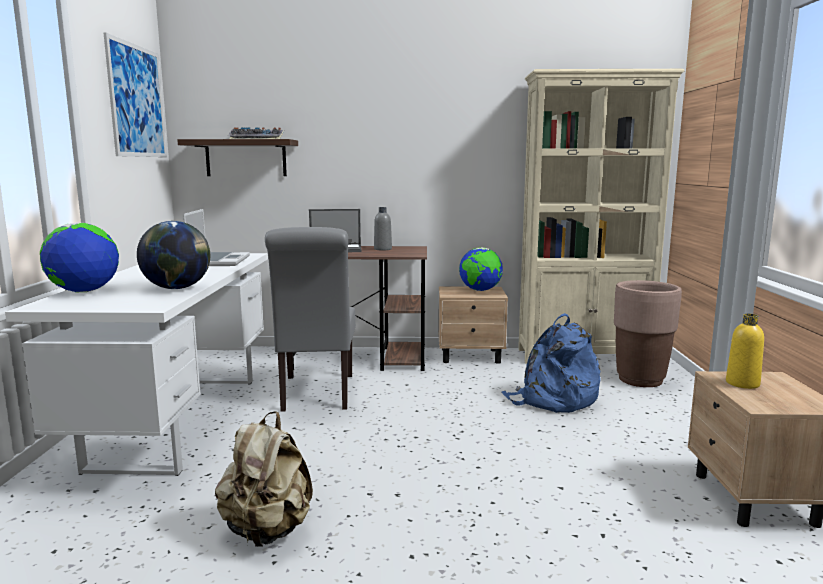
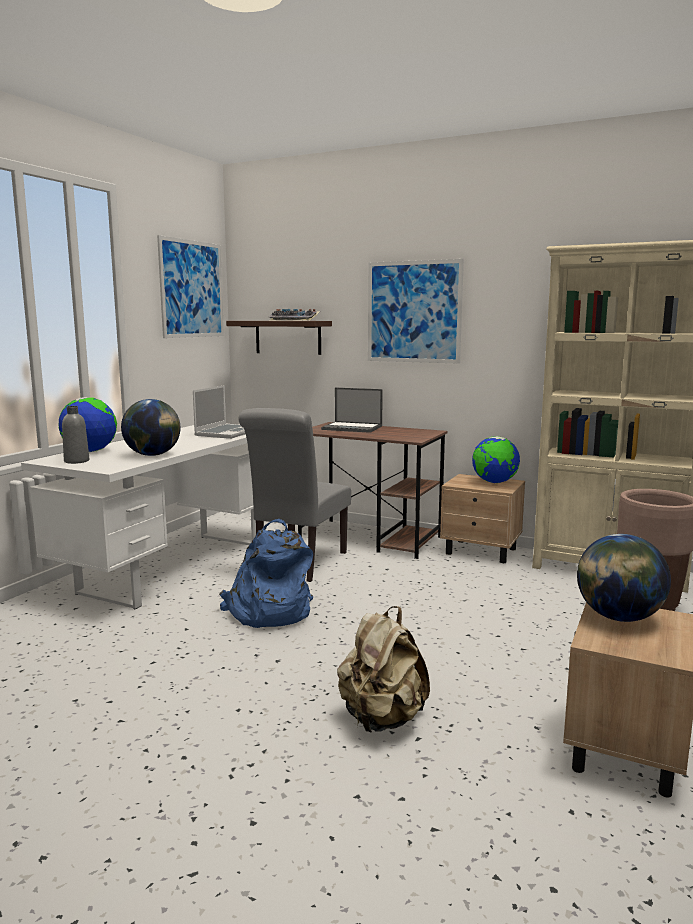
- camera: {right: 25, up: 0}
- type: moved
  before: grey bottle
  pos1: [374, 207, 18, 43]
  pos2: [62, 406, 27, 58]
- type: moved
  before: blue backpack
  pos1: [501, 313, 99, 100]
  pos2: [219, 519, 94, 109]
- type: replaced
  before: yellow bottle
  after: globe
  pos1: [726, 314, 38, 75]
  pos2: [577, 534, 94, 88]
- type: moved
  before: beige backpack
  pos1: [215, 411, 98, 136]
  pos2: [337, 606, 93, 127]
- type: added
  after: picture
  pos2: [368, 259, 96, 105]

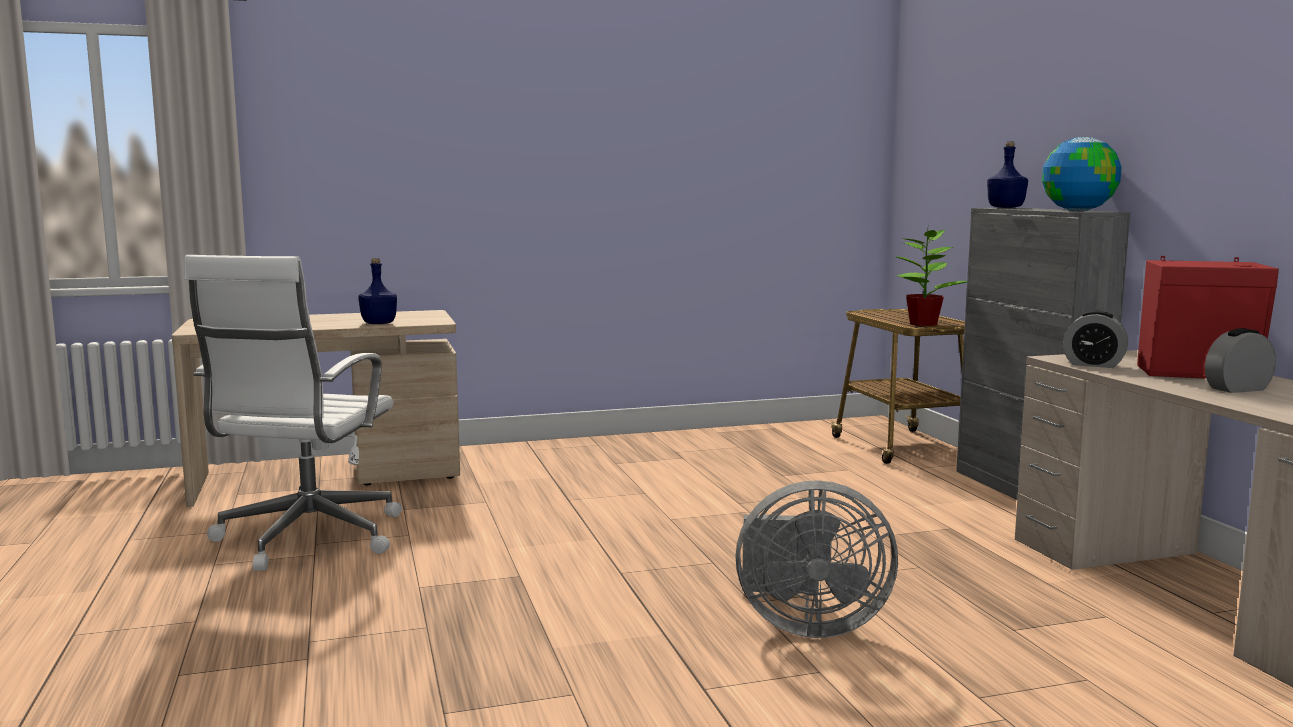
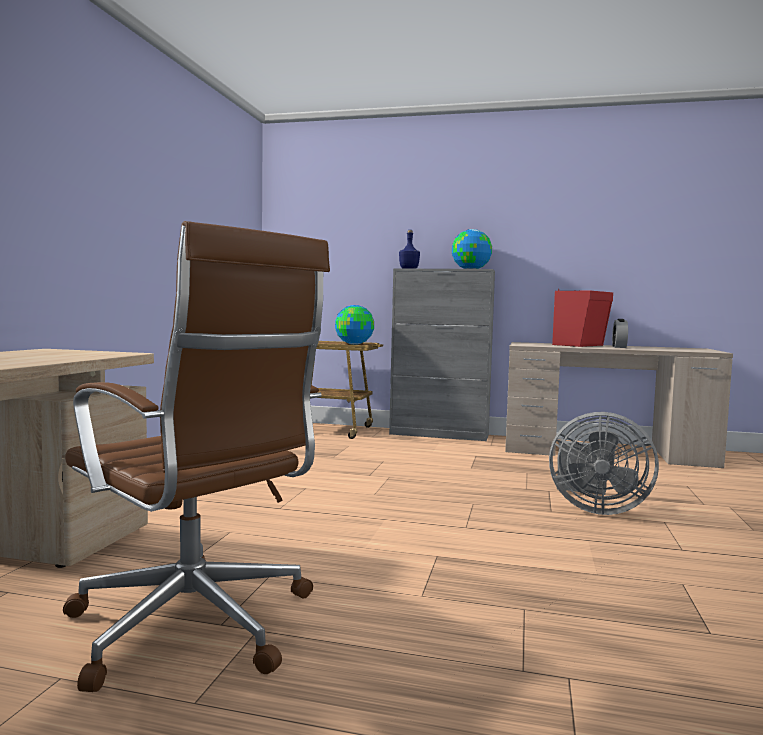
- camera: {right: -60, up: -5}
- type: replaced
  before: potted plant
  after: globe
  pos1: [896, 224, 71, 102]
  pos2: [335, 305, 39, 39]
- type: recoloured
  before: white office chair
  after: brown office chair
  pos1: [184, 255, 218, 316]
  pos2: [63, 221, 267, 471]
- type: removed
  before: blue bottle
  pos1: [358, 258, 39, 66]
- type: removed
  before: alarm clock
  pos1: [1063, 311, 65, 57]
- type: turned
  before: grey fan
  pos1: [735, 480, 163, 158]
  pos2: [549, 412, 110, 103]
  turn: 75

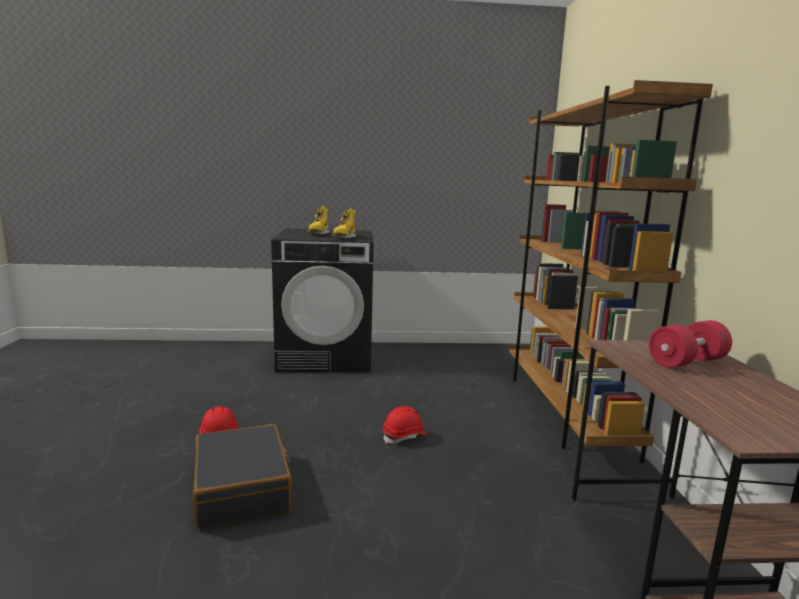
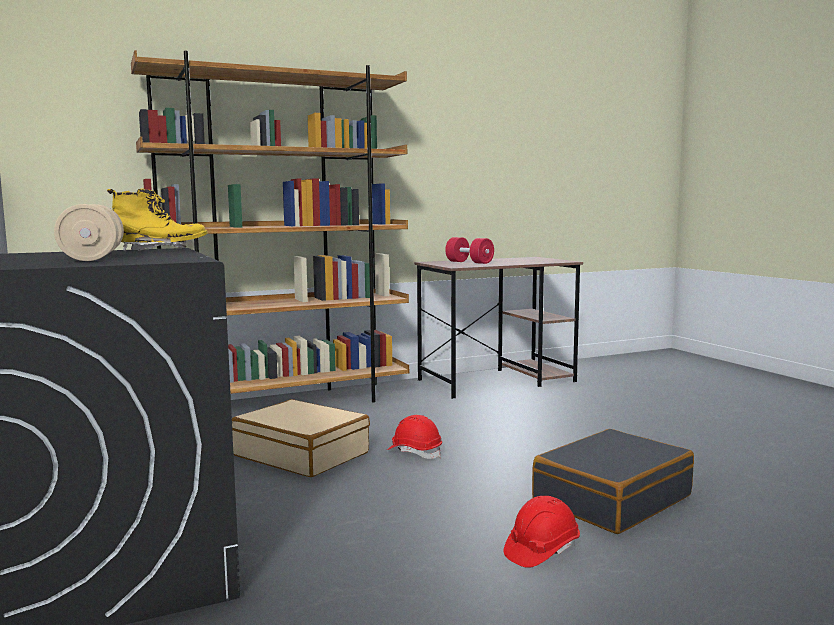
- camera: {right: -110, up: -5}
- type: replaced
  before: yellow boot
  after: beige dumbbell
  pos1: [307, 206, 22, 28]
  pos2: [54, 204, 70, 57]
- type: added
  after: beige suitcase
  pos2: [232, 399, 138, 78]

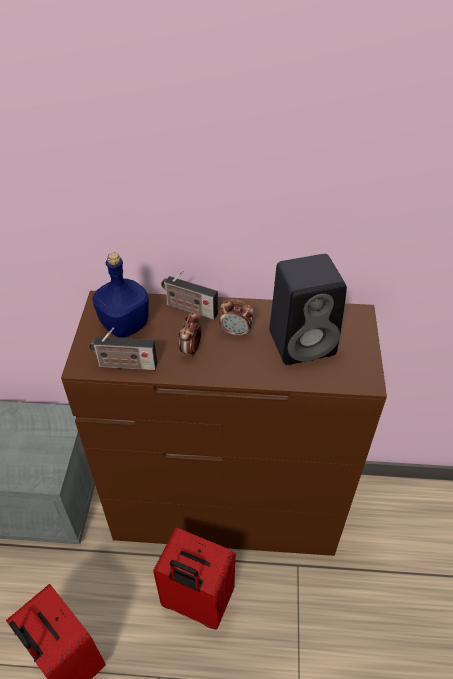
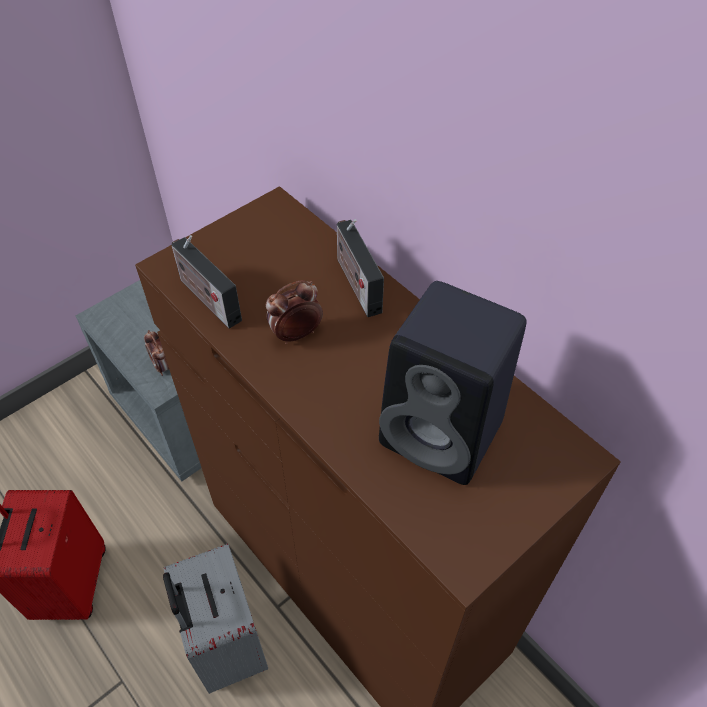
- camera: {right: 45, up: 5}
- type: removed
  before: blue bottle
  pos1: [92, 252, 57, 86]
- type: moved
  before: alarm clock
  pos1: [219, 299, 35, 39]
  pos2: [144, 330, 25, 46]
- type: recoloured
  before: red suitcase
  after: grey suitcase
  pos1: [153, 528, 82, 102]
  pos2: [163, 544, 105, 150]

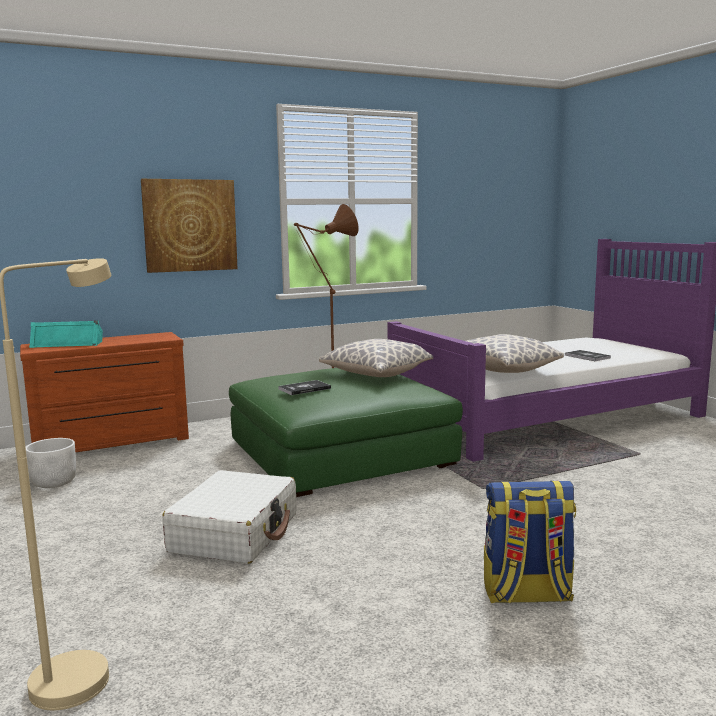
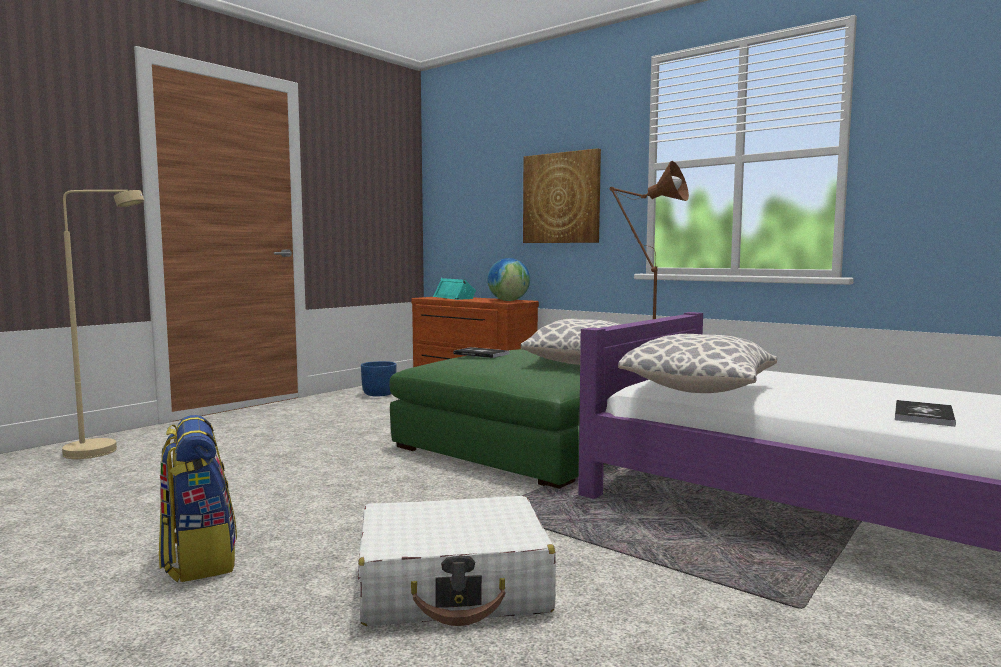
- camera: {right: 65, up: -5}
- type: recoloured
  before: white planter
  after: blue planter
  pos1: [26, 438, 50, 50]
  pos2: [361, 361, 36, 35]
- type: moved
  before: white suitcase
  pos1: [162, 470, 135, 94]
  pos2: [358, 496, 198, 130]
- type: added
  after: globe
  pos2: [487, 258, 43, 43]

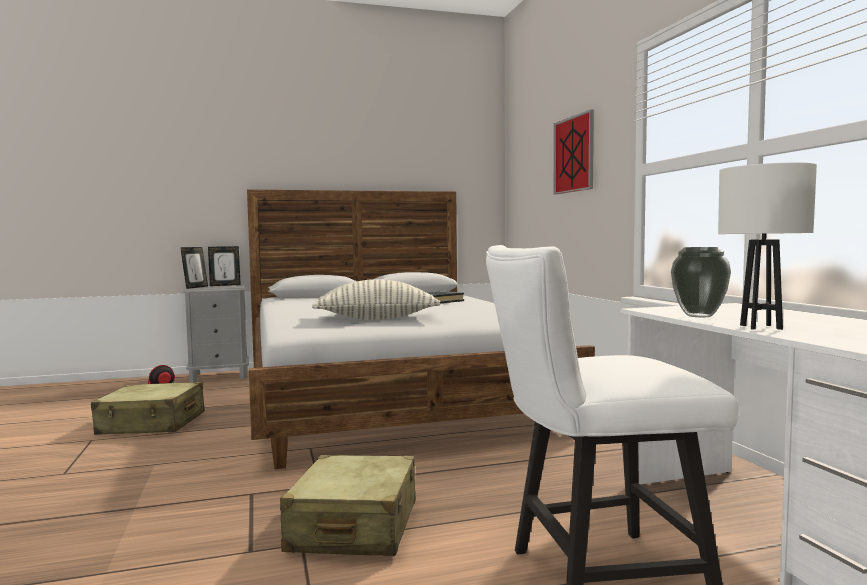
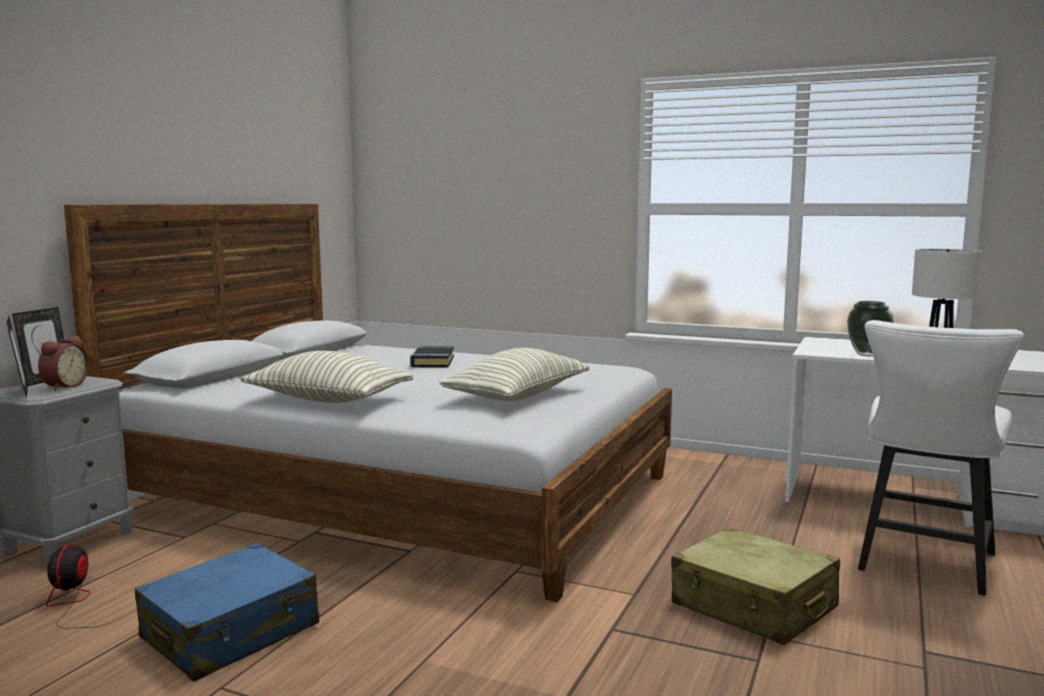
- camera: {right: -50, up: 5}
- type: removed
  before: picture
  pos1: [553, 109, 41, 85]
- type: recoloured
  before: beige suitcase
  after: blue suitcase
  pos1: [91, 382, 114, 53]
  pos2: [134, 543, 185, 139]
- type: added
  after: alarm clock
  pos2: [38, 335, 51, 56]
- type: added
  after: pillow
  pos2: [240, 351, 173, 52]

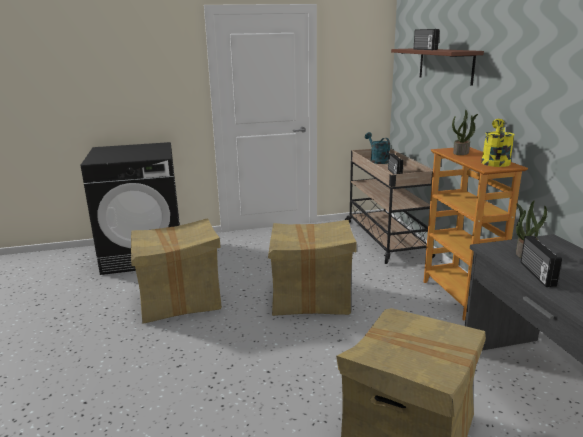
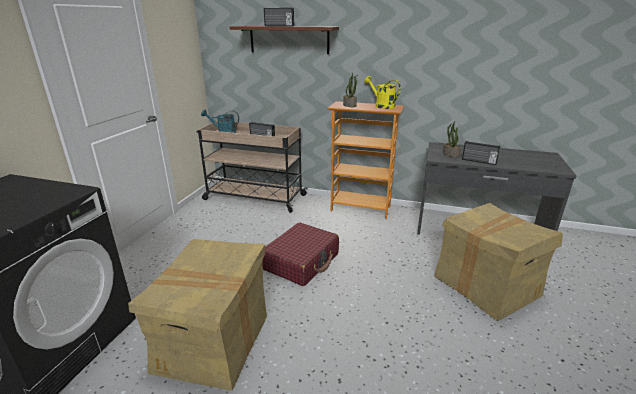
- camera: {right: -60, up: 5}
- type: replaced
  before: cardboard box
  after: red suitcase
  pos1: [268, 220, 88, 96]
  pos2: [262, 222, 77, 64]

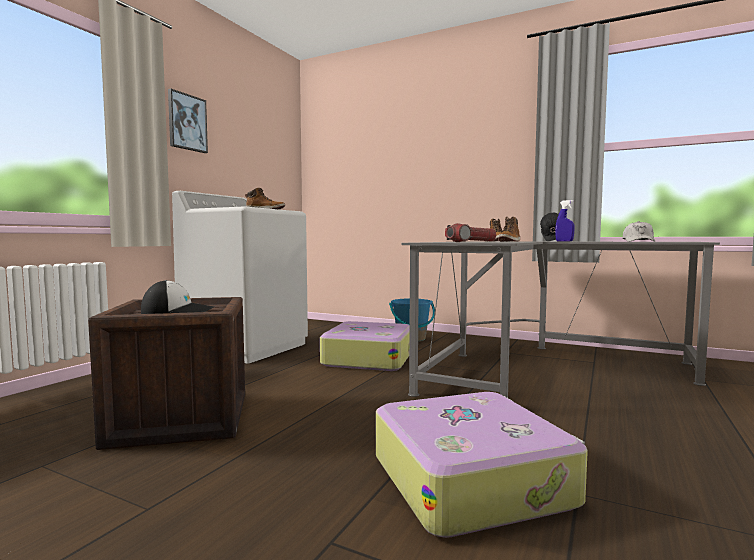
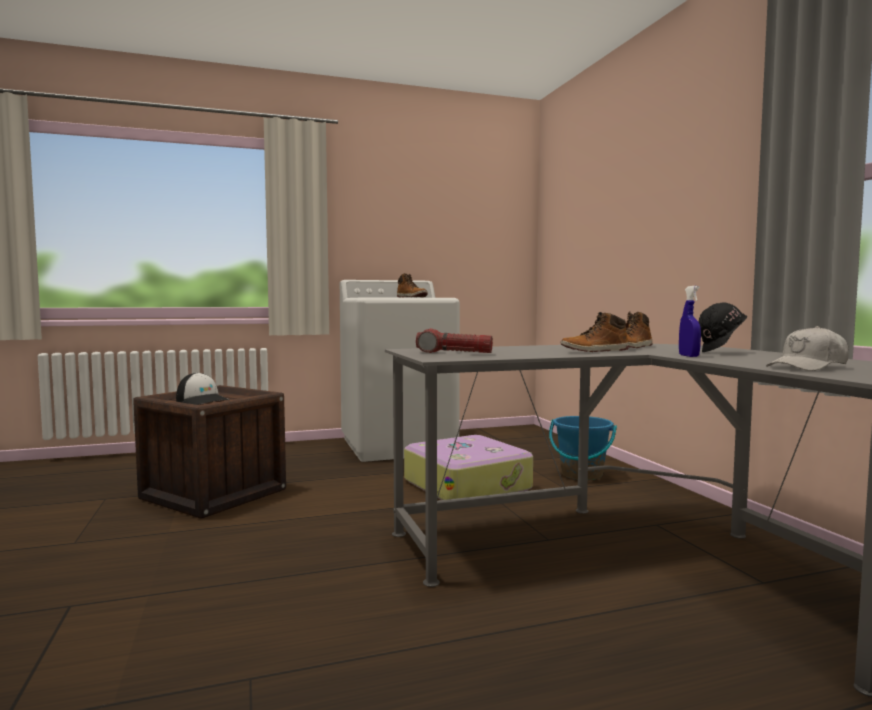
- camera: {right: 45, up: 0}
- type: removed
  before: picture
  pos1: [168, 88, 40, 65]
- type: removed
  before: suitcase
  pos1: [376, 392, 212, 146]

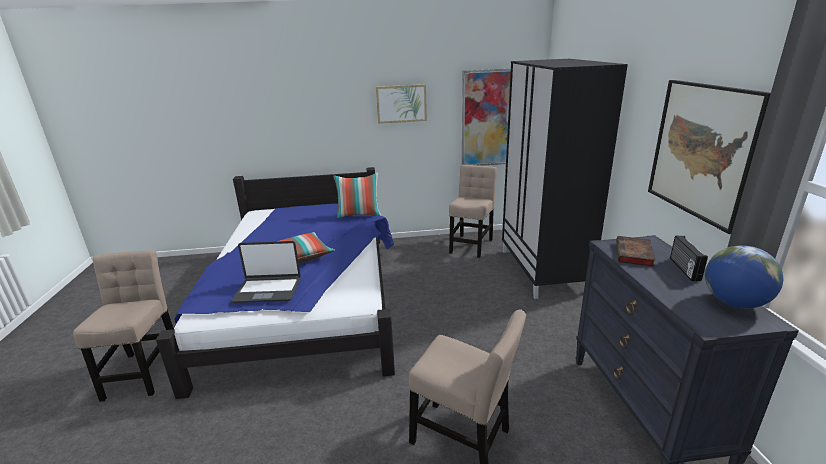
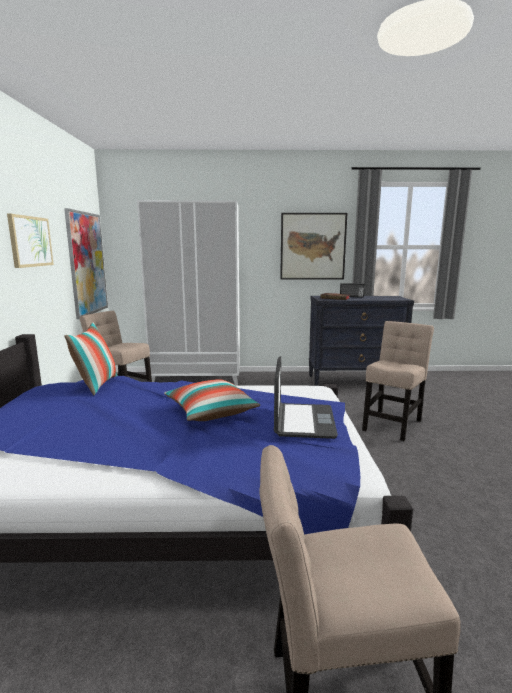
- camera: {right: -85, up: -10}
- type: recoloured
  before: black wardrobe
  after: white wardrobe
  pos1: [502, 59, 126, 240]
  pos2: [137, 200, 103, 186]
- type: removed
  before: globe
  pos1: [705, 245, 78, 63]

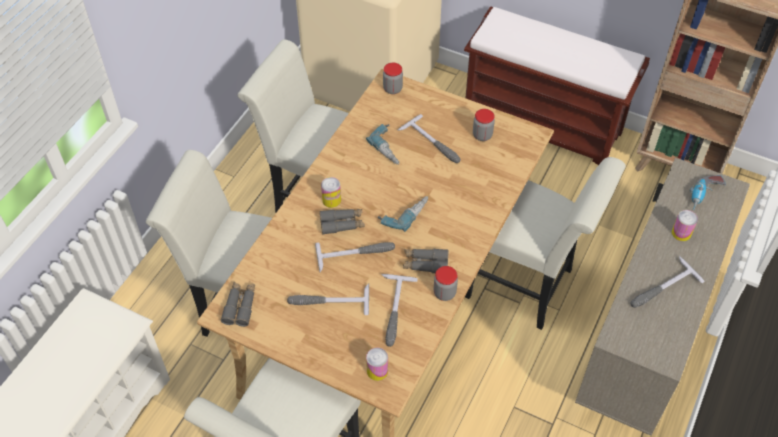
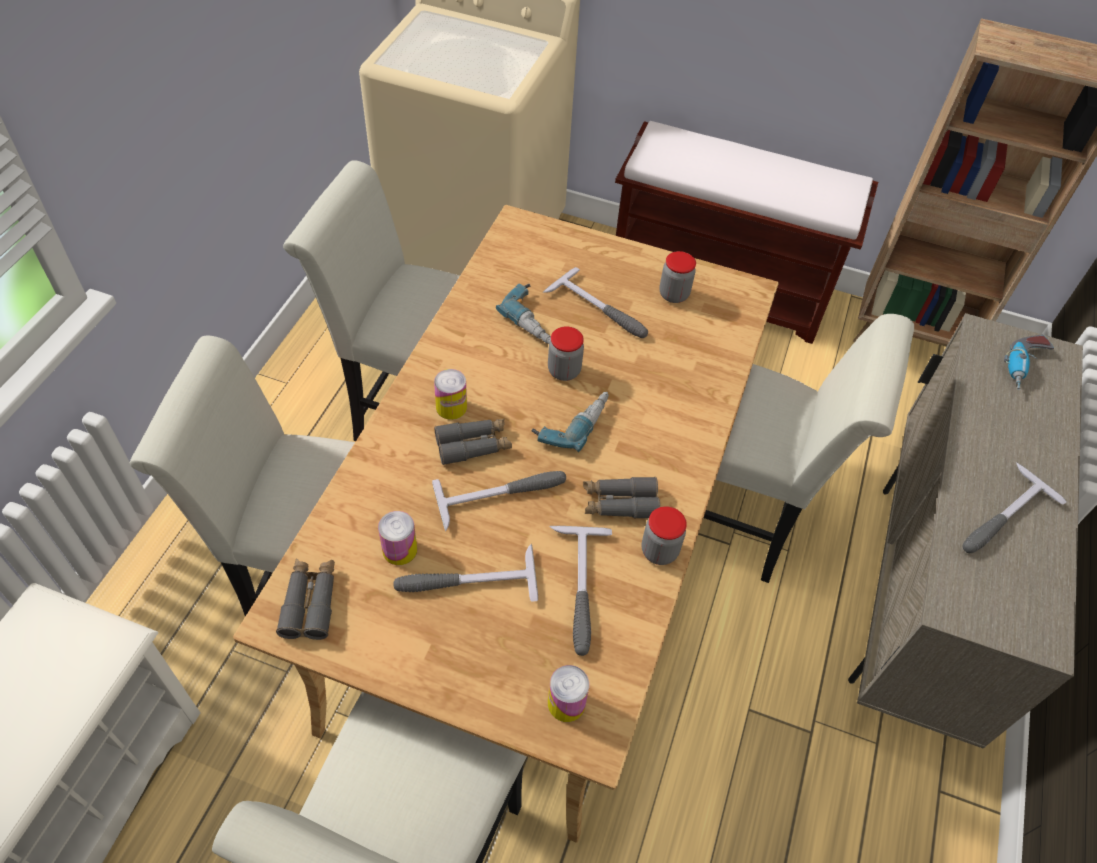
- camera: {right: -10, up: 0}
- type: moved
  before: jar
  pos1: [383, 62, 20, 32]
  pos2: [548, 327, 36, 54]
- type: moved
  before: can
  pos1: [672, 210, 26, 31]
  pos2: [378, 511, 39, 54]

